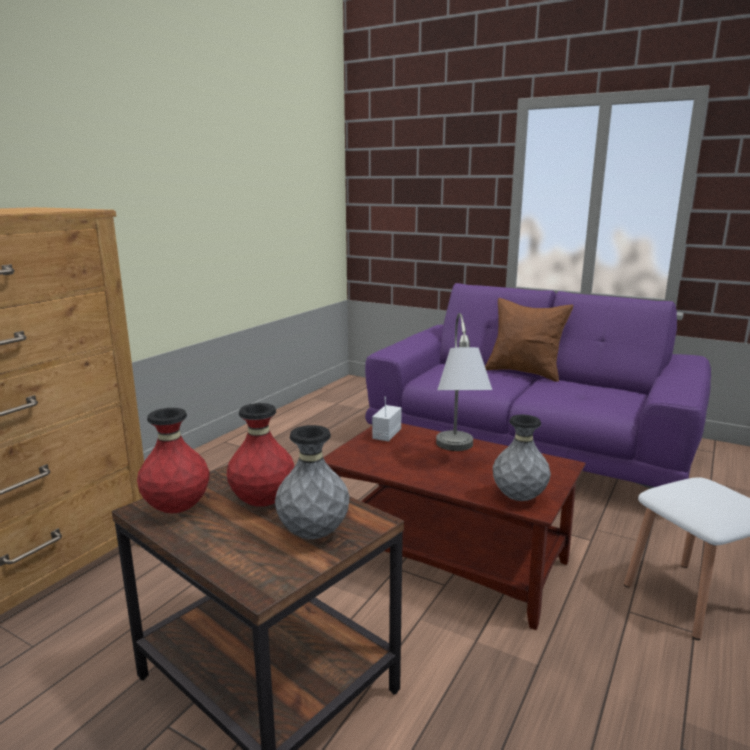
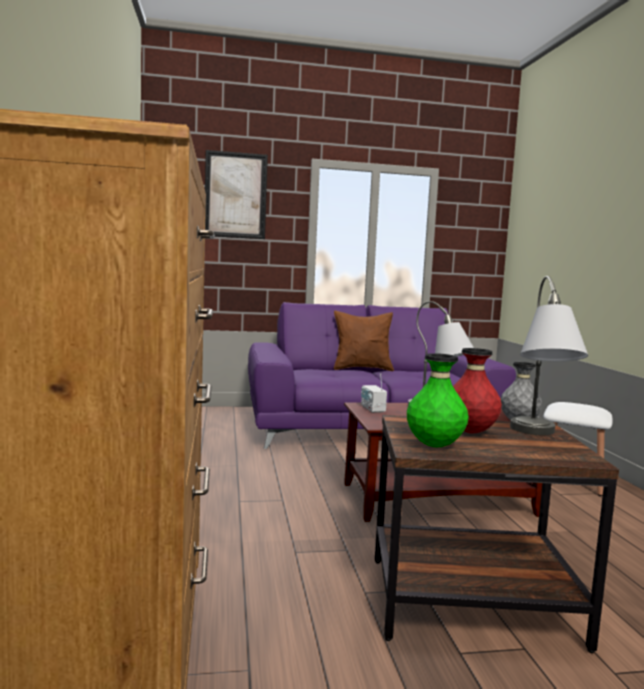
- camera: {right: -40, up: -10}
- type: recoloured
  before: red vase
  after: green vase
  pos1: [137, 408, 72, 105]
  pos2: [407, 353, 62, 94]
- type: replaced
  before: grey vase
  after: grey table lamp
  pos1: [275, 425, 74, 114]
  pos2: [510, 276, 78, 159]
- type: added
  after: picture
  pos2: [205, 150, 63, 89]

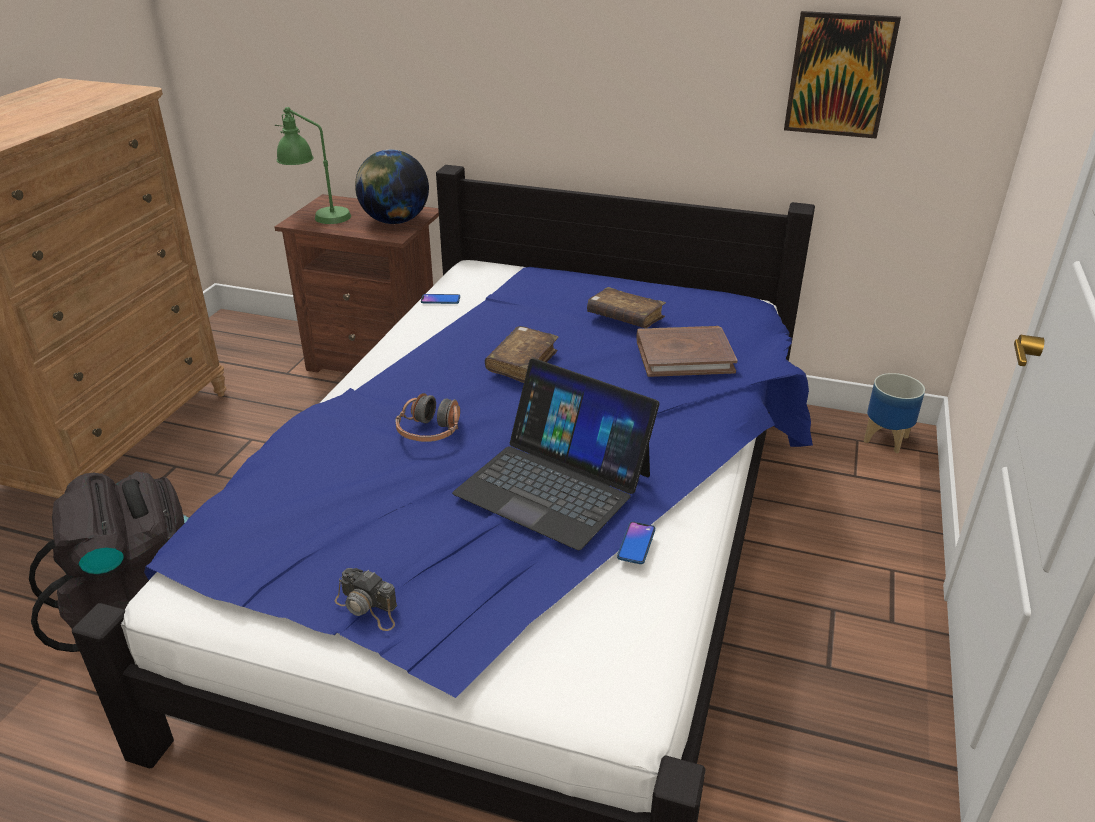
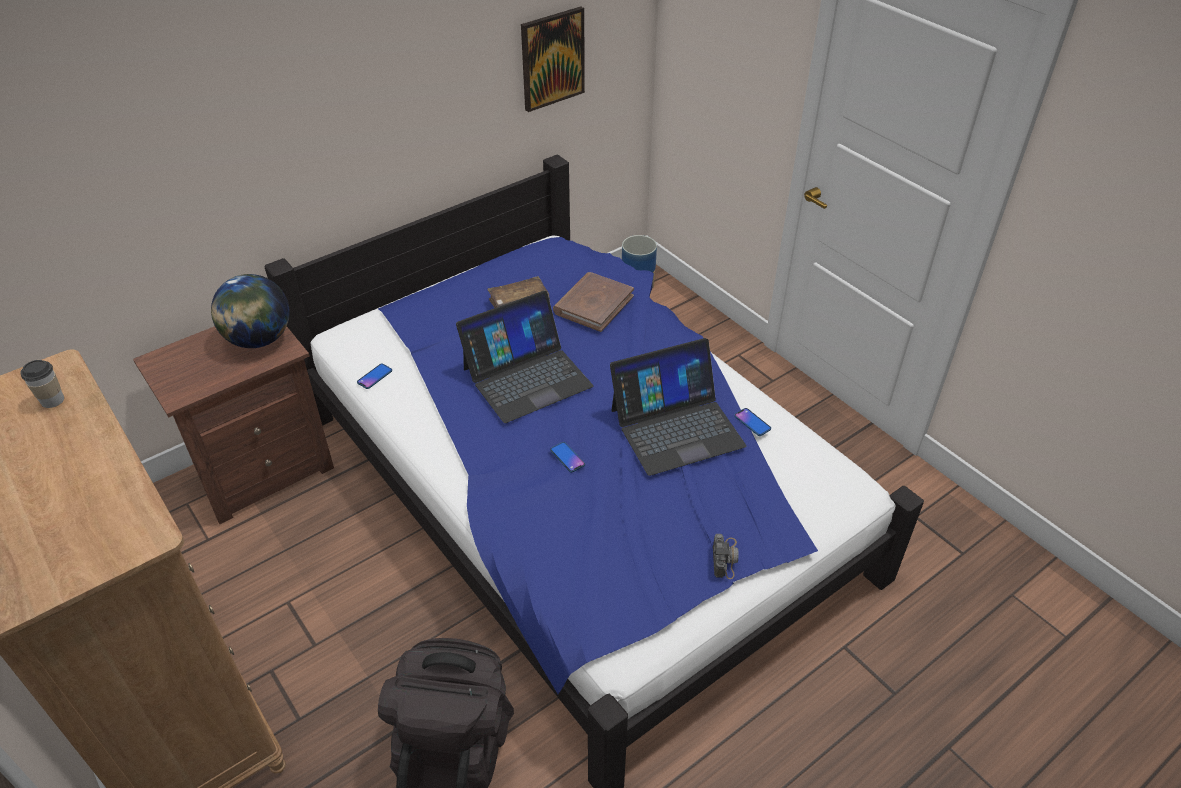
- camera: {right: -55, up: 10}
- type: removed
  before: green table lamp
  pos1: [275, 107, 76, 117]
- type: replaced
  before: brown book
  after: laptop
  pos1: [485, 326, 73, 57]
  pos2: [456, 291, 137, 132]
- type: replaced
  before: headphones
  after: phone
  pos1: [395, 393, 65, 49]
  pos2: [550, 442, 35, 31]
- type: turned
  before: photo camera
  pos1: [334, 568, 63, 63]
  pos2: [713, 534, 26, 45]
  turn: -60
- type: added
  after: cup
  pos2: [20, 360, 44, 48]

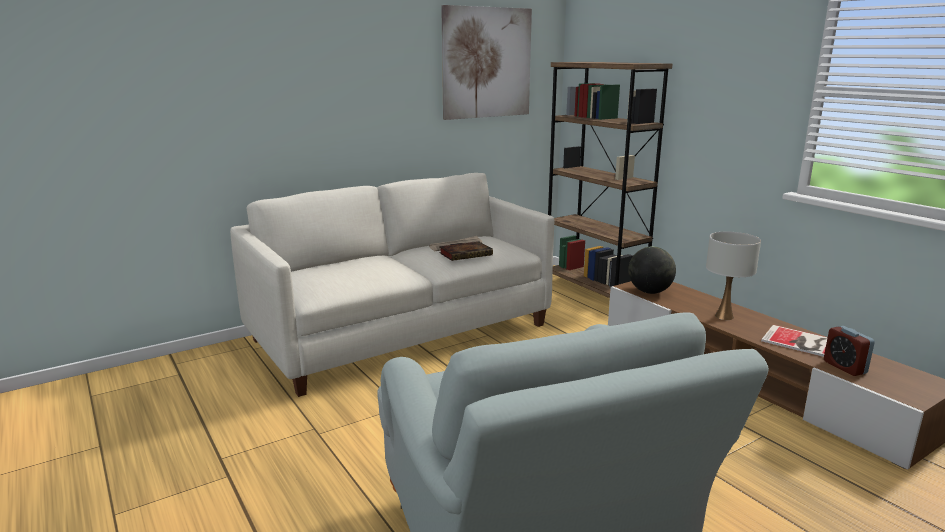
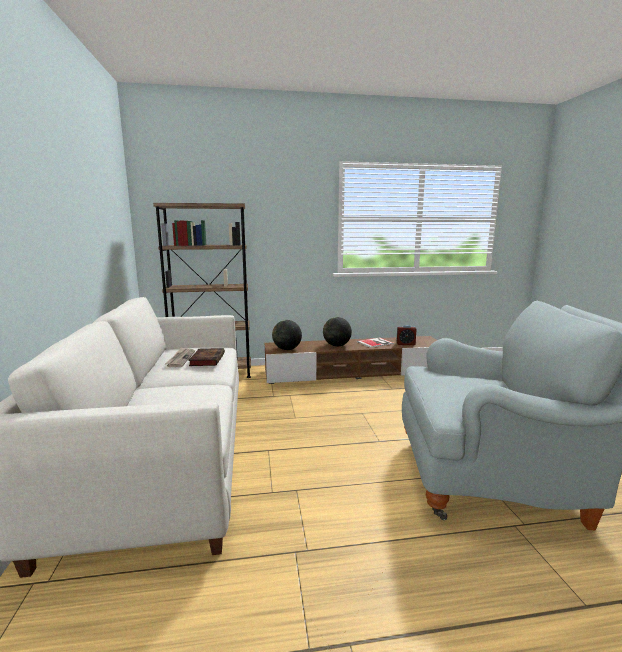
- camera: {right: -65, up: -5}
- type: removed
  before: picture
  pos1: [441, 5, 91, 115]
- type: replaced
  before: white table lamp
  after: globe
  pos1: [706, 232, 55, 88]
  pos2: [323, 317, 29, 29]

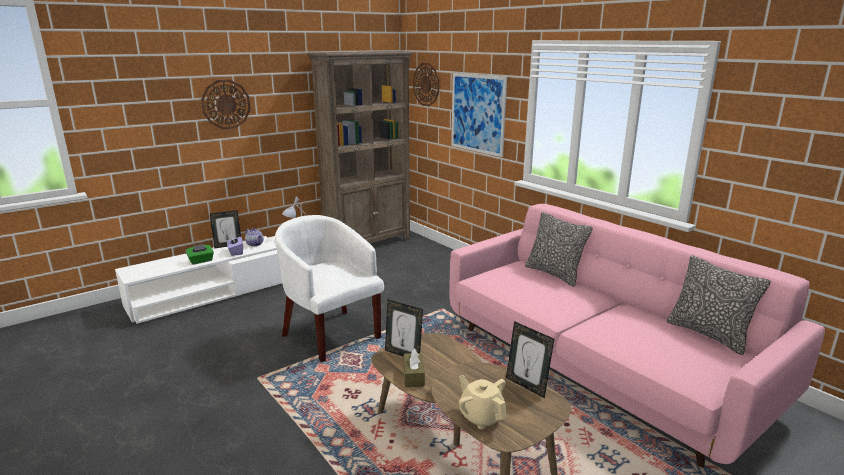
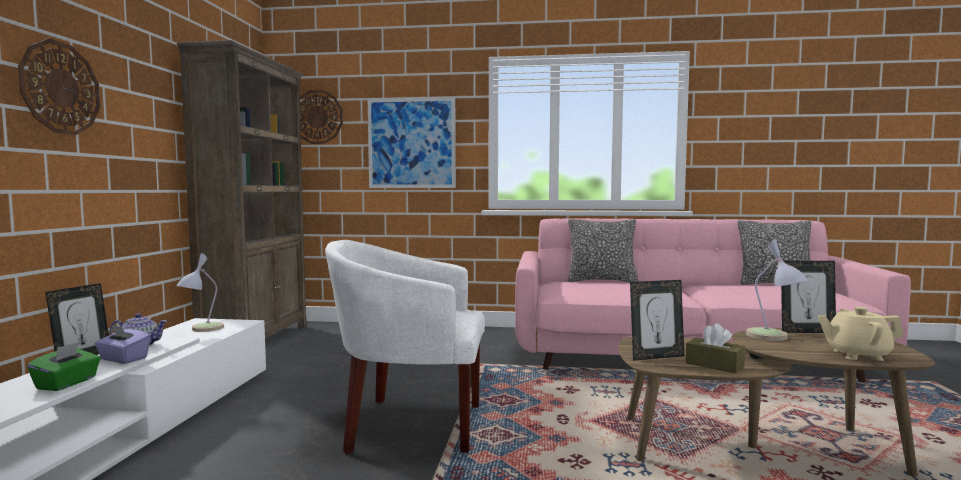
- camera: {right: -45, up: -15}
- type: added
  after: table lamp
  pos2: [746, 239, 62, 102]

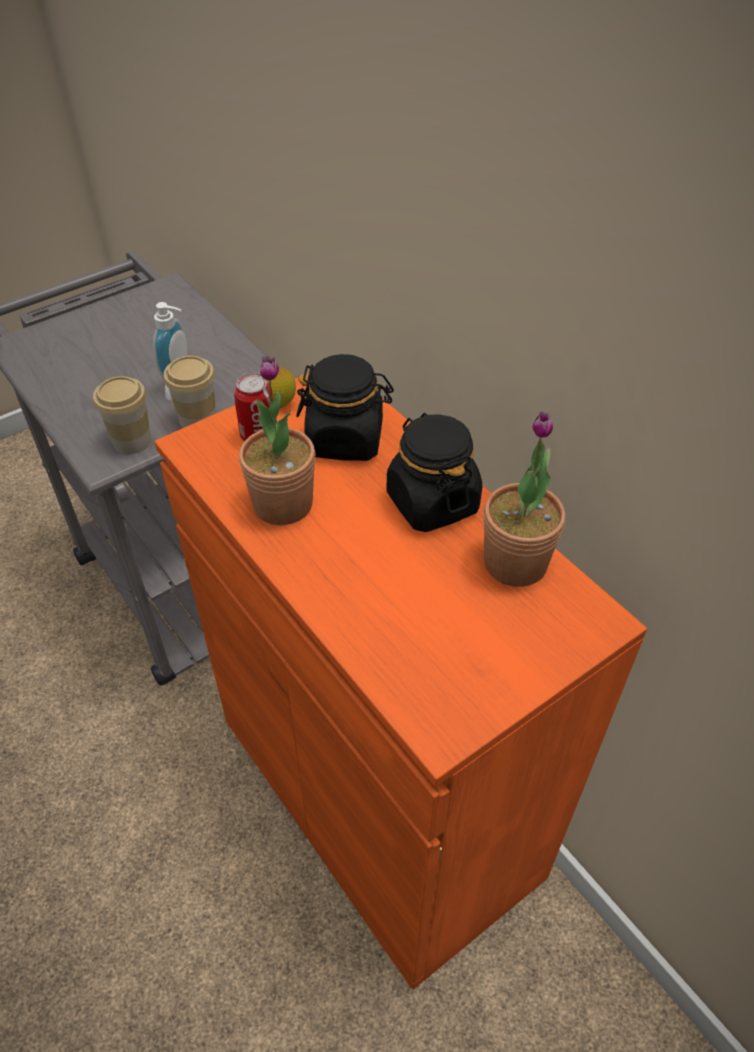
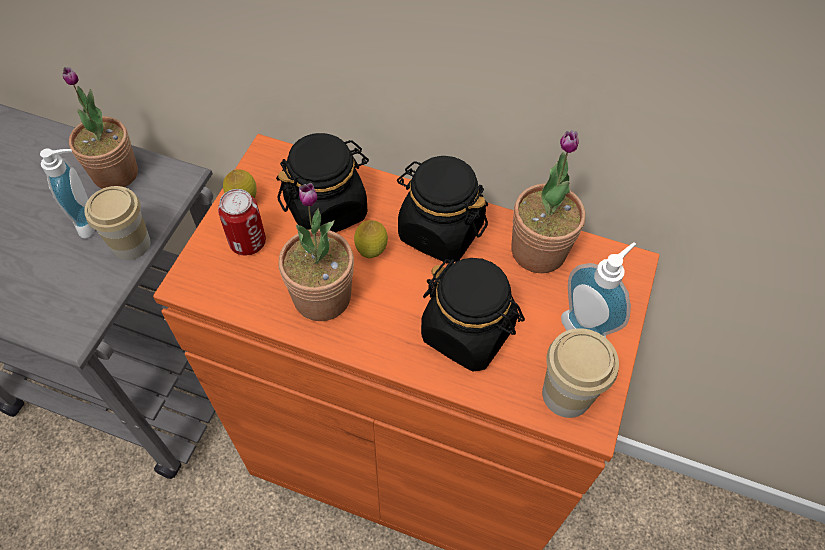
- camera: {right: -35, up: 10}
- type: moved
  before: cup
  pos1: [93, 376, 58, 78]
  pos2: [542, 328, 77, 90]
- type: added
  after: potted plant
  pos2: [63, 67, 75, 122]
- type: added
  after: lemon
  pos2: [354, 220, 34, 38]
- type: added
  after: soap dispenser
  pos2: [561, 242, 75, 96]
- type: added
  after: black jar
  pos2: [421, 258, 104, 113]

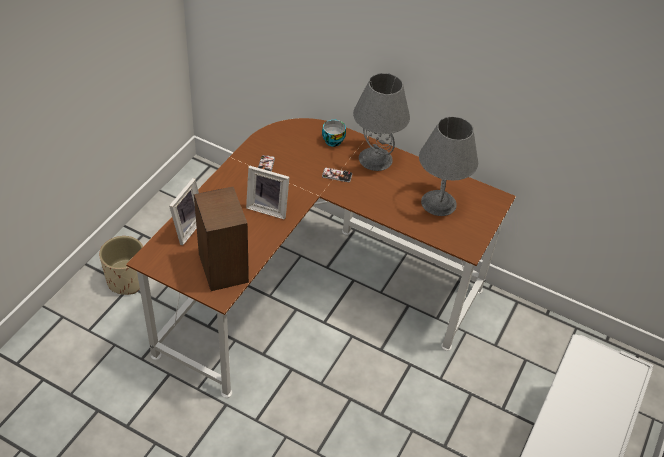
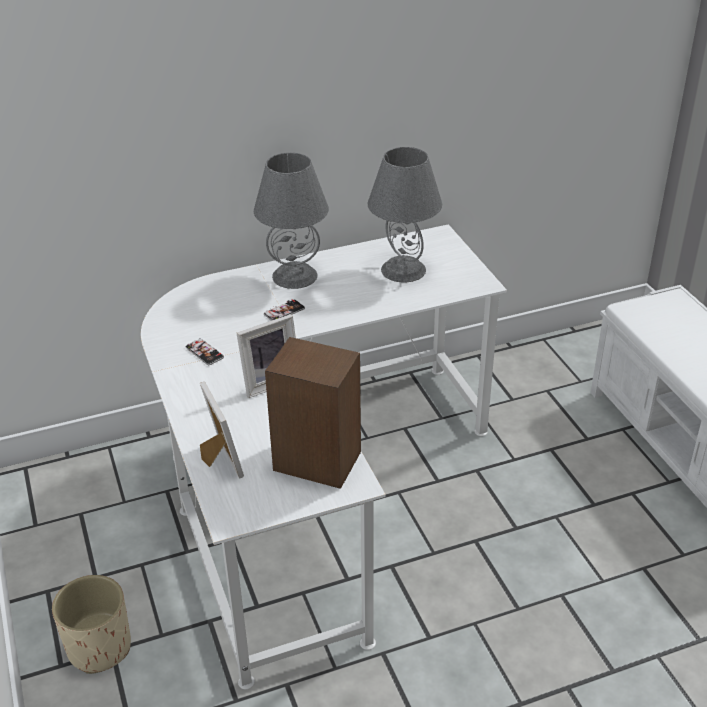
- camera: {right: -45, up: -10}
- type: recoloured
  before: brown desk
  after: white desk
  pos1: [126, 118, 390, 280]
  pos2: [141, 224, 366, 465]
- type: removed
  before: cup
  pos1: [322, 119, 24, 28]

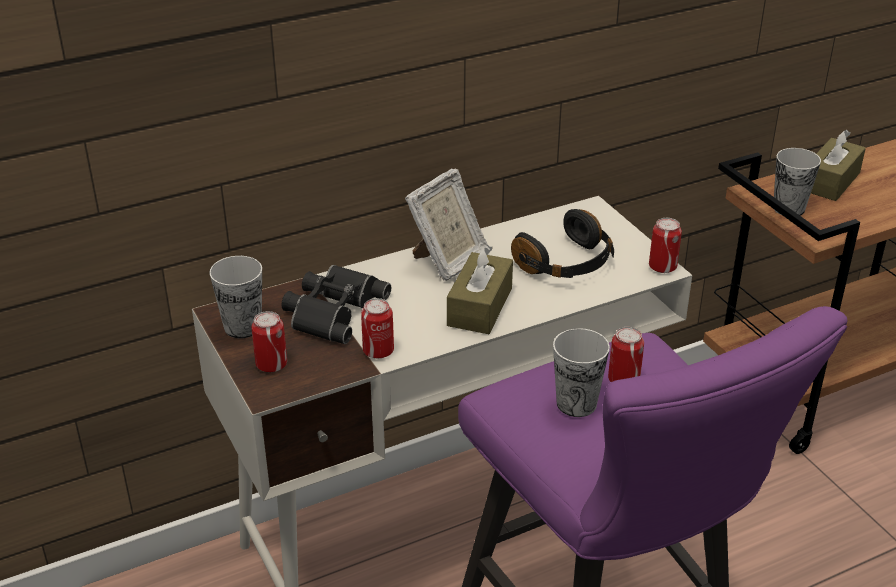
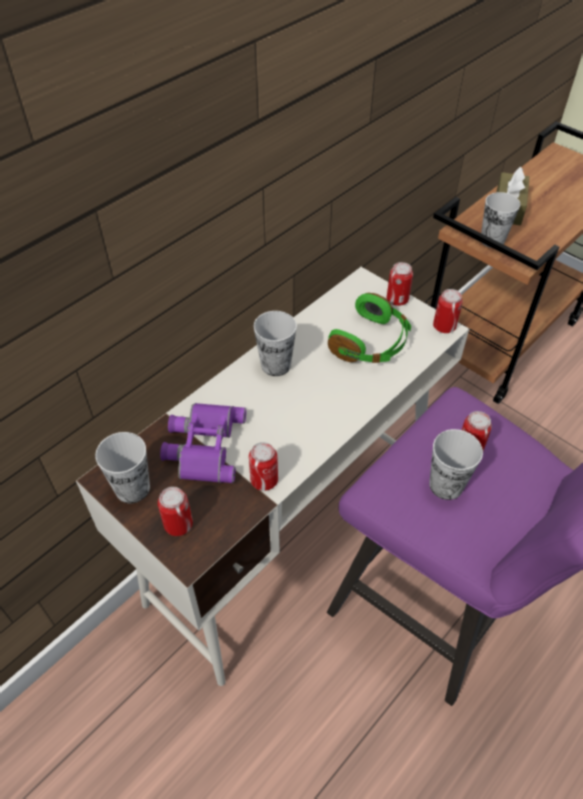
- camera: {right: -20, up: 15}
- type: replaced
  before: picture frame
  after: cup
  pos1: [405, 168, 83, 113]
  pos2: [254, 311, 43, 65]
- type: recoloured
  before: black headphones
  after: green headphones
  pos1: [511, 209, 103, 69]
  pos2: [328, 293, 83, 70]
- type: removed
  before: brown tissue box
  pos1: [447, 245, 66, 89]
- type: recoloured
  before: black binoculars
  after: purple binoculars
  pos1: [282, 265, 109, 79]
  pos2: [160, 403, 86, 80]
- type: added
  after: can
  pos2: [387, 262, 26, 44]

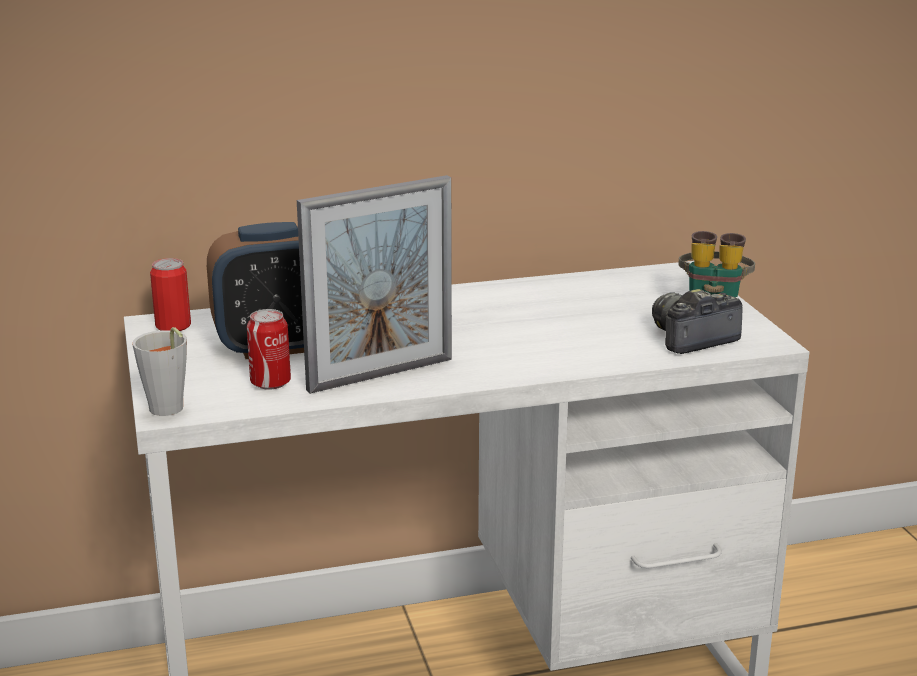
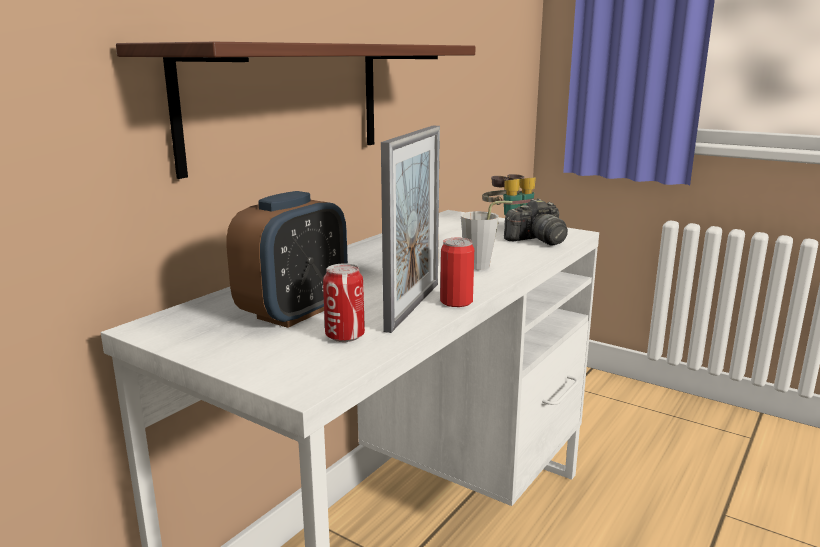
- camera: {right: -40, up: -5}
- type: moved
  before: can
  pos1: [150, 258, 41, 73]
  pos2: [440, 238, 34, 69]
- type: turned
  before: photo camera
  pos1: [652, 289, 91, 65]
  pos2: [504, 198, 64, 48]
  turn: -135
- type: moved
  before: grey cup
  pos1: [132, 327, 55, 89]
  pos2: [461, 201, 52, 69]
- type: added
  after: shelf
  pos2: [116, 42, 359, 137]

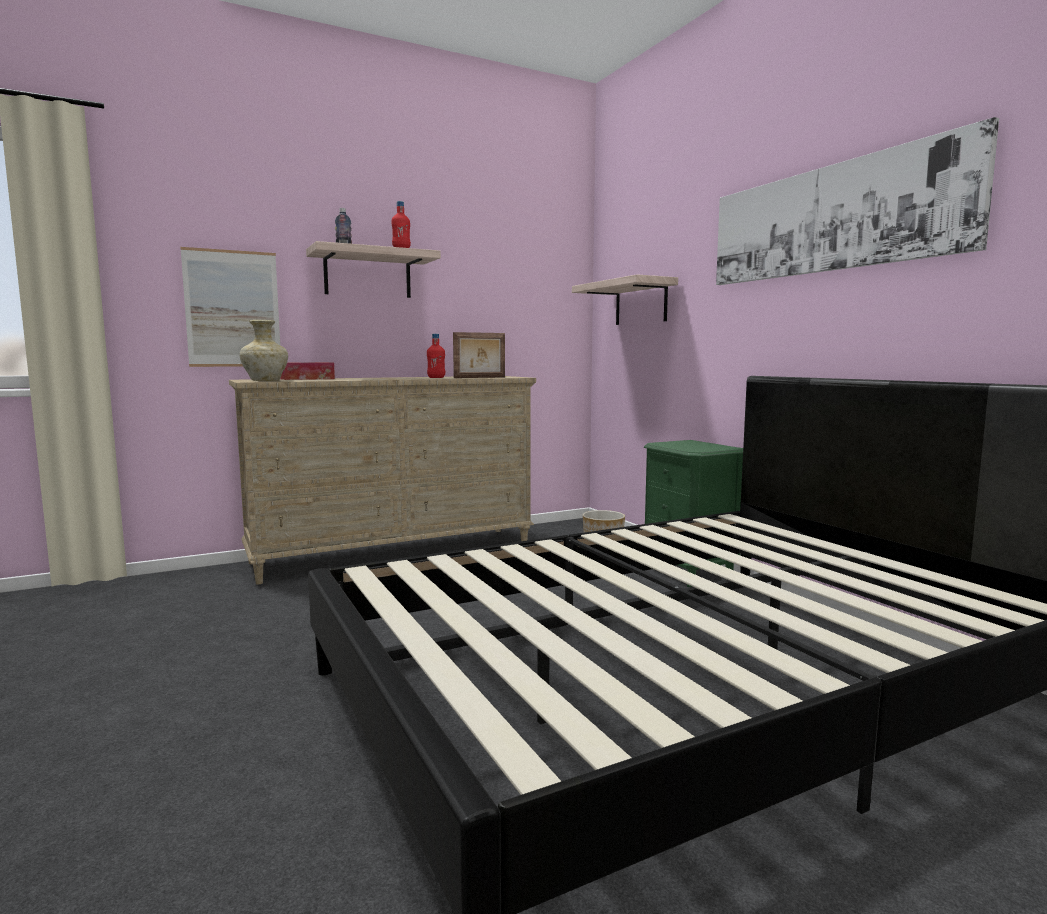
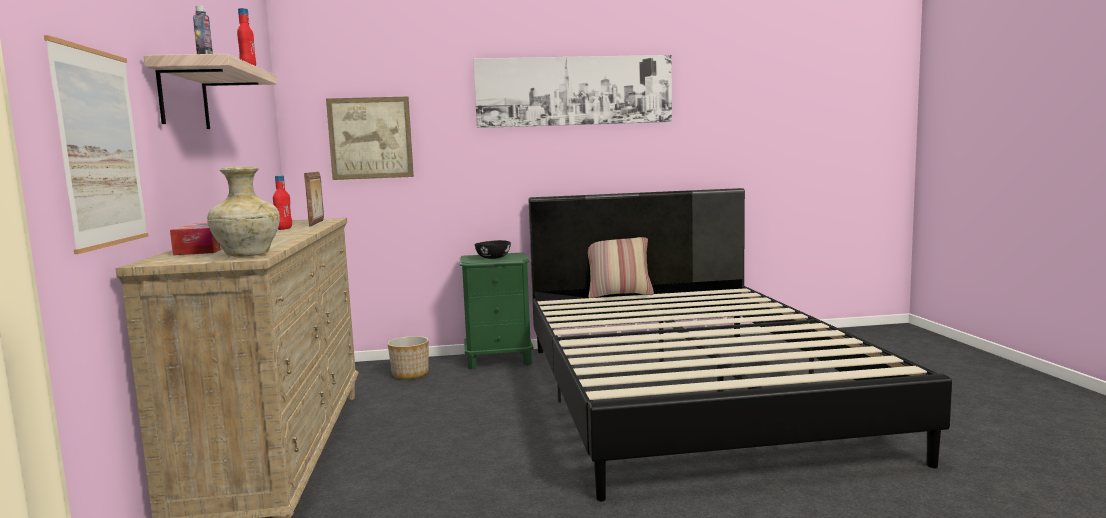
- camera: {right: -70, up: 0}
- type: replaced
  before: shelf
  after: picture
  pos1: [572, 274, 106, 51]
  pos2: [326, 96, 88, 84]
- type: added
  after: pillow
  pos2: [588, 237, 66, 61]
- type: added
  after: black bowl
  pos2: [474, 240, 37, 19]

